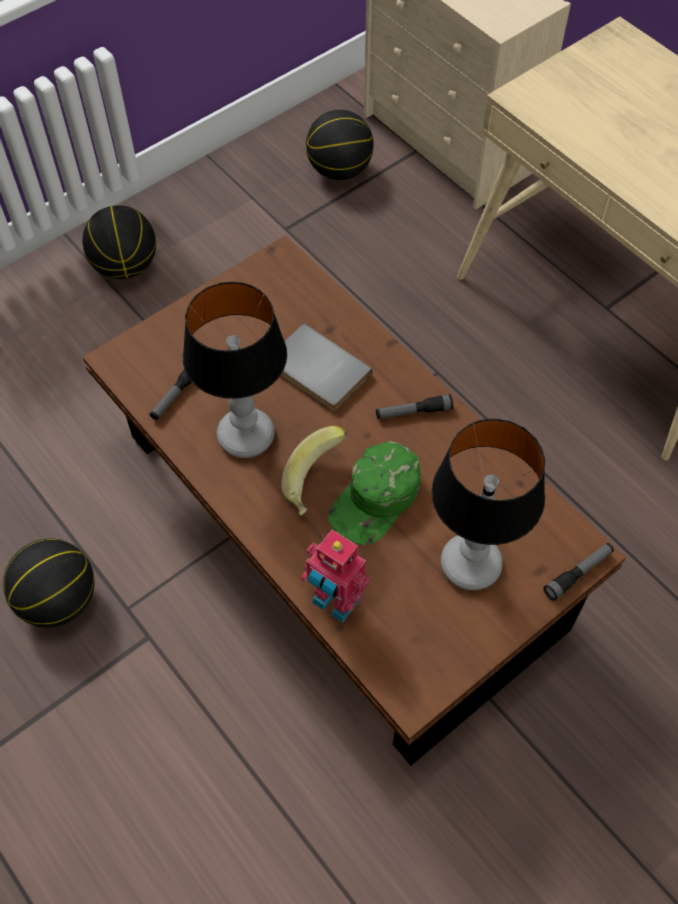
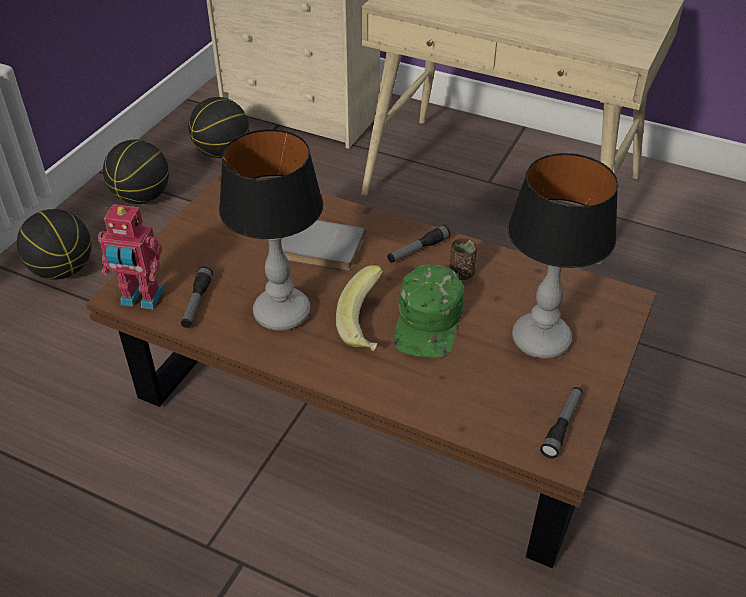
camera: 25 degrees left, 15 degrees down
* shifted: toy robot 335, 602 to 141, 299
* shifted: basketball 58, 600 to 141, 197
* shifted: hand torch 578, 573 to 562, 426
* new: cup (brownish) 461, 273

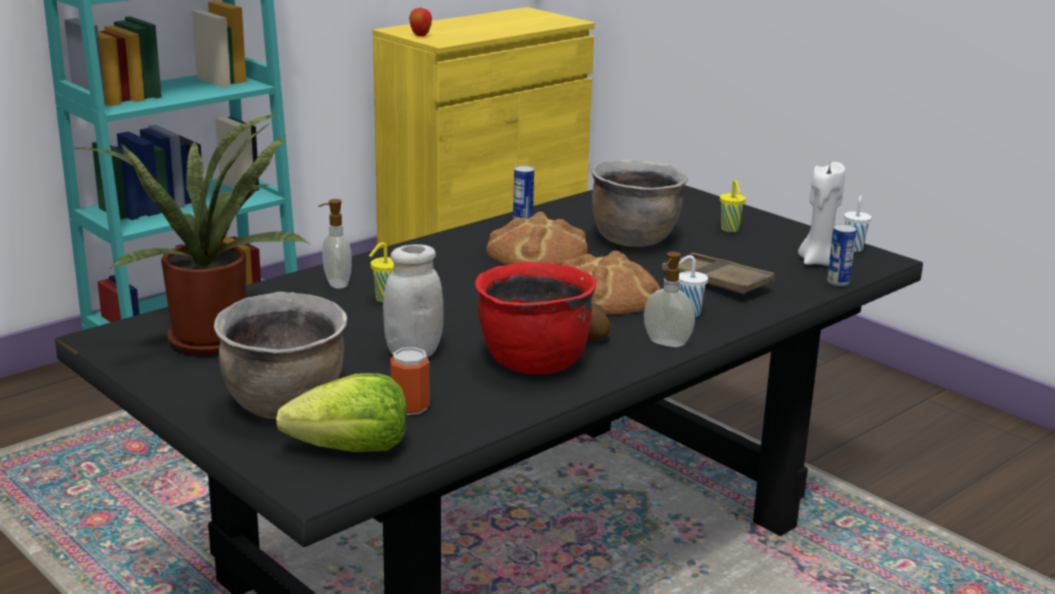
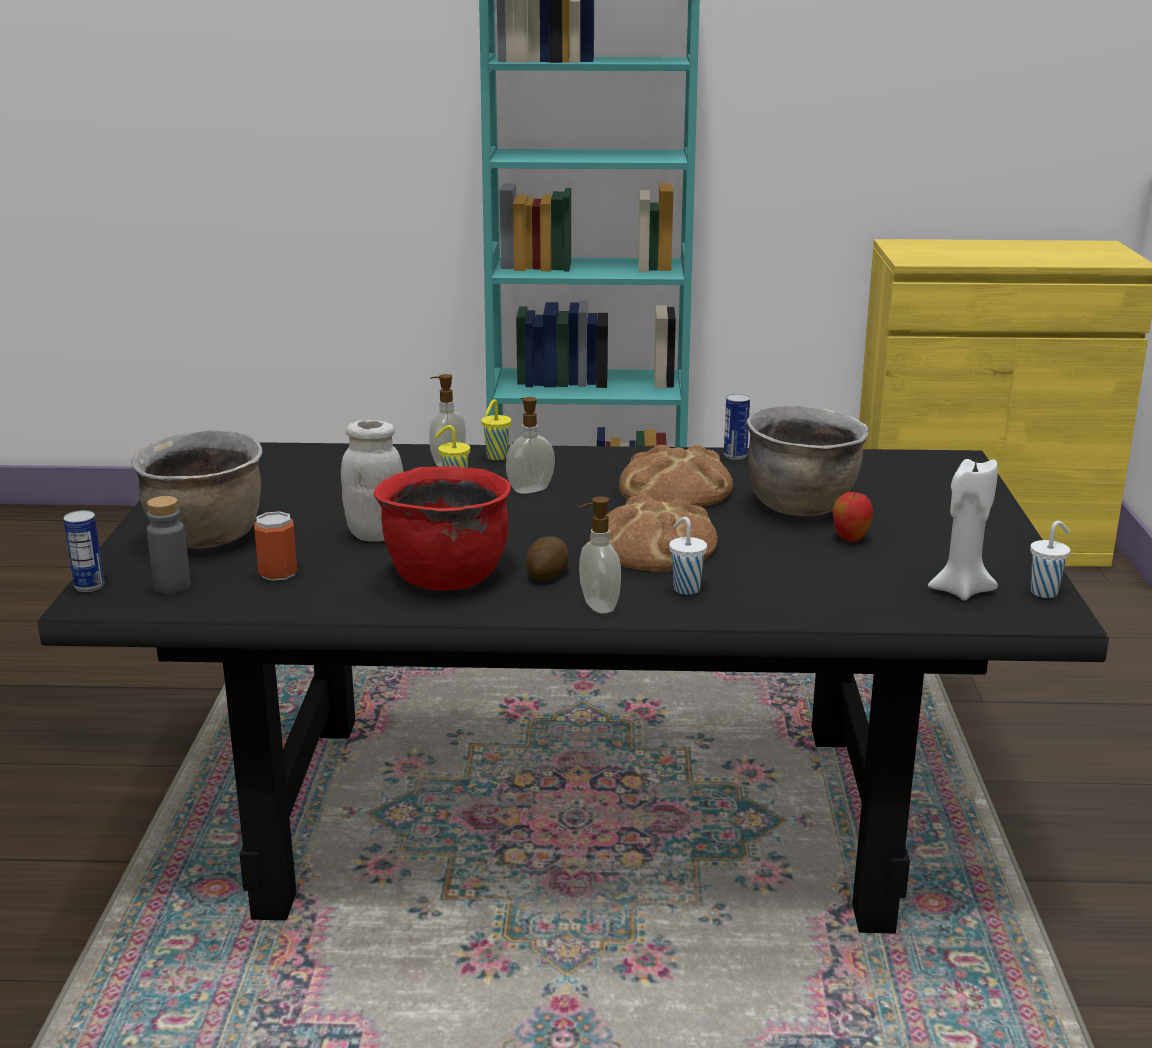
camera: 45 degrees right, 0 degrees up
* shifted: apple fruit 420, 36 to 850, 539
* gone: plant in a pot 211, 336
* shifted: cup (yellow) 730, 230 to 496, 457
* shifted: sealed can 838, 282 to 89, 586
* gone: carrying tray (brownish) 716, 281
* swapped: lettuce head 351, 449 to drink bottle (gray) 172, 586
* new: soap bottle 530, 489

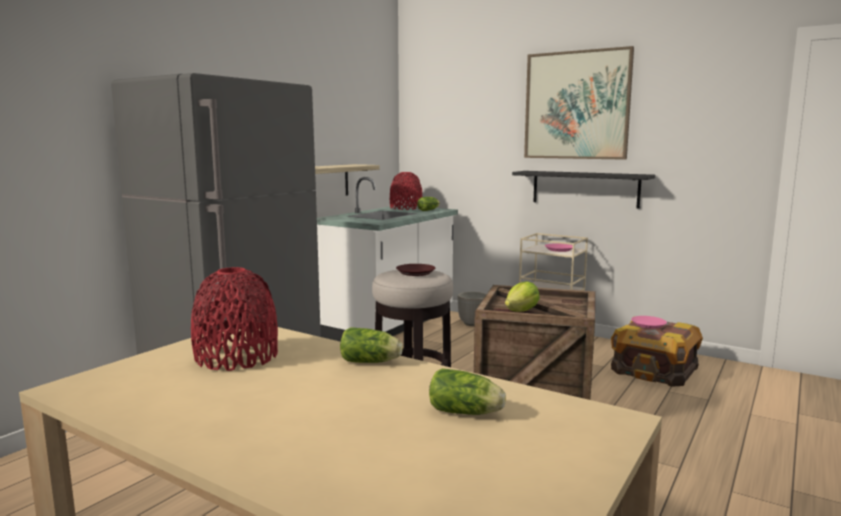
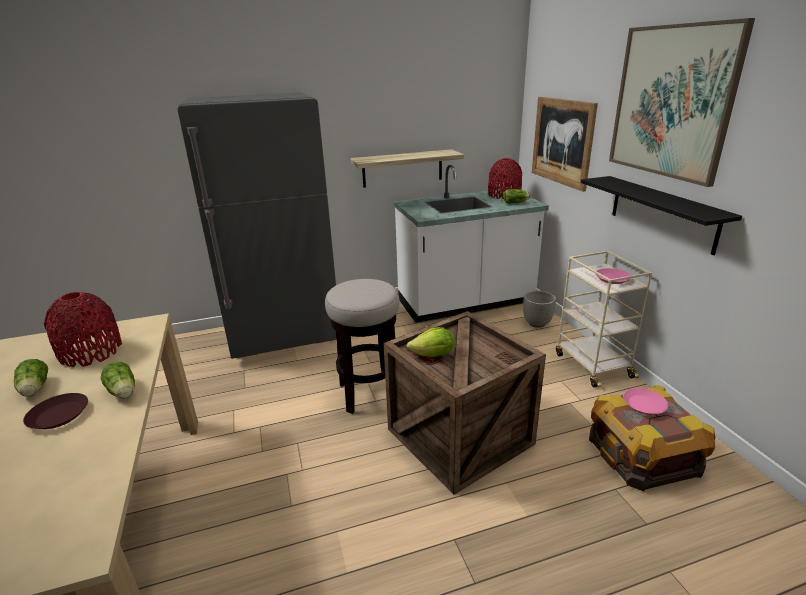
camera: 40 degrees right, 15 degrees up
* shifted: dinner plate (brownish) 416, 272 to 59, 415
* shifted: lettuce head 467, 413 to 34, 389
* new: wall art 562, 141

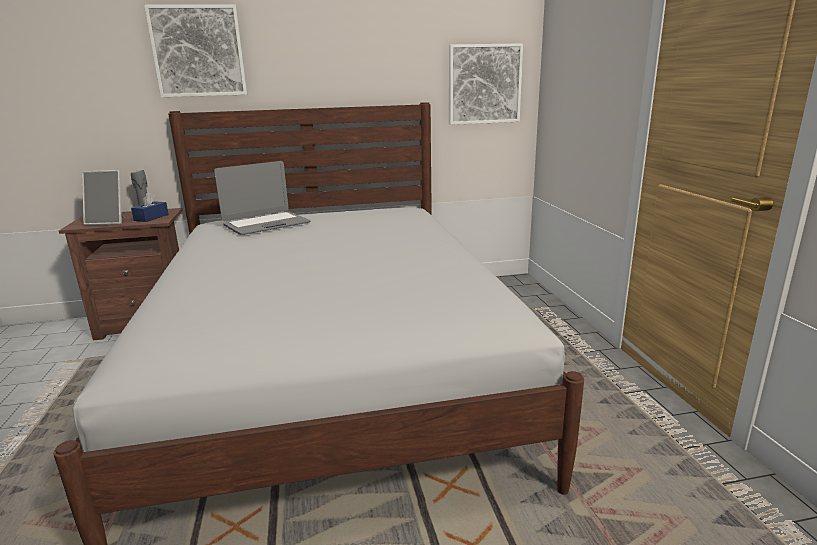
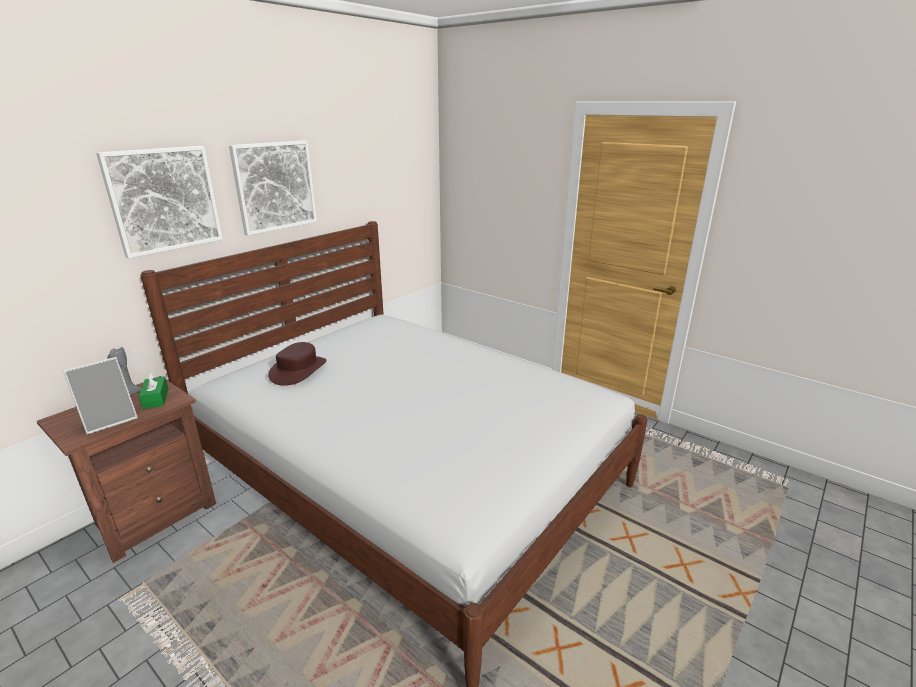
camera: 40 degrees left, 5 degrees up
* shifted: wall art 484, 84 to 274, 186
* swapped: laptop 266, 224 to wearable hat (brownish) 298, 370
* repainted: tissue holder (blue-coloured) 151, 217 to tissue holder (green-coloured) 156, 399

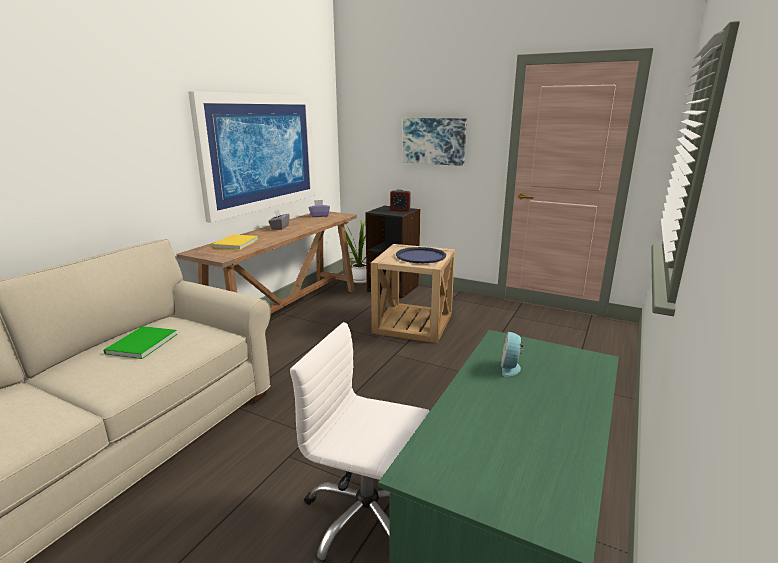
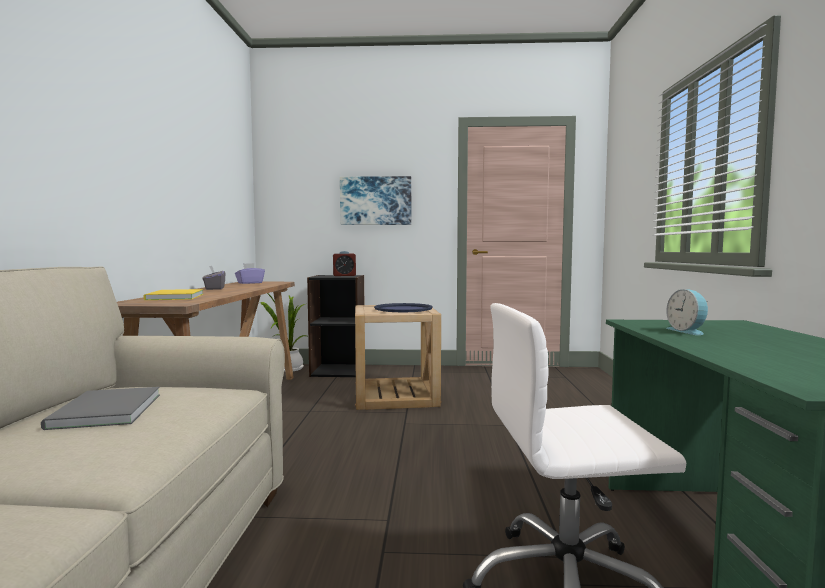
camera: 25 degrees left, 15 degrees down
* gone: wall art 260, 152
* repainted: volume (green-coloured) 139, 344 to volume (gray) 102, 412

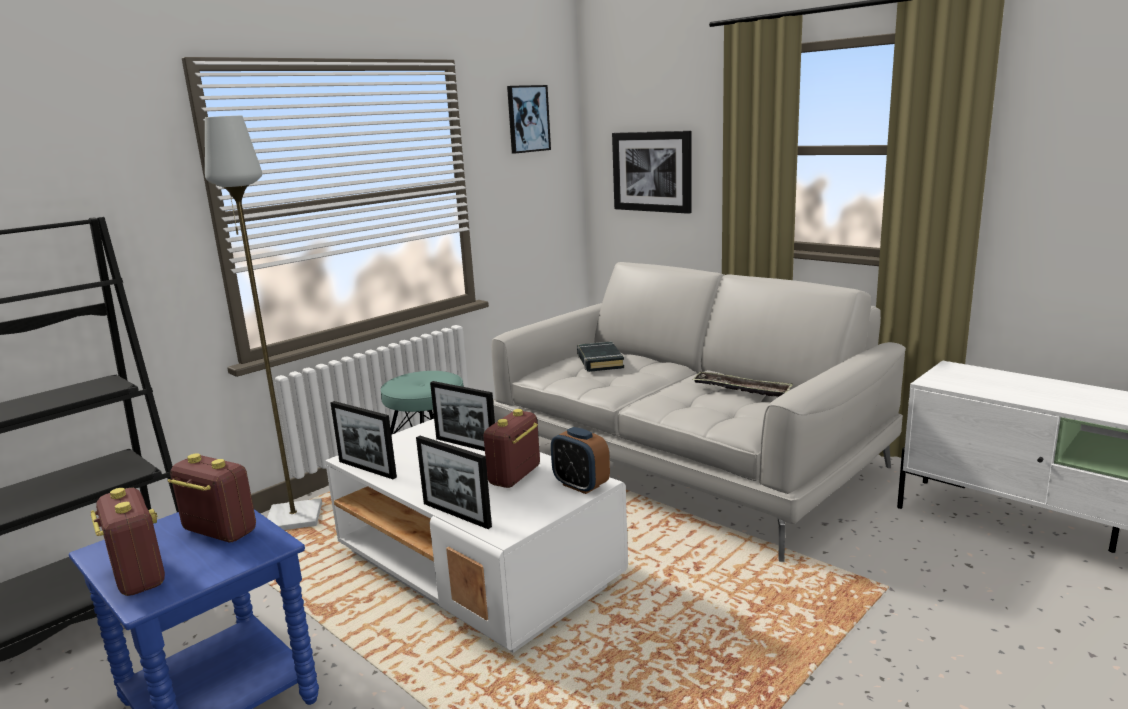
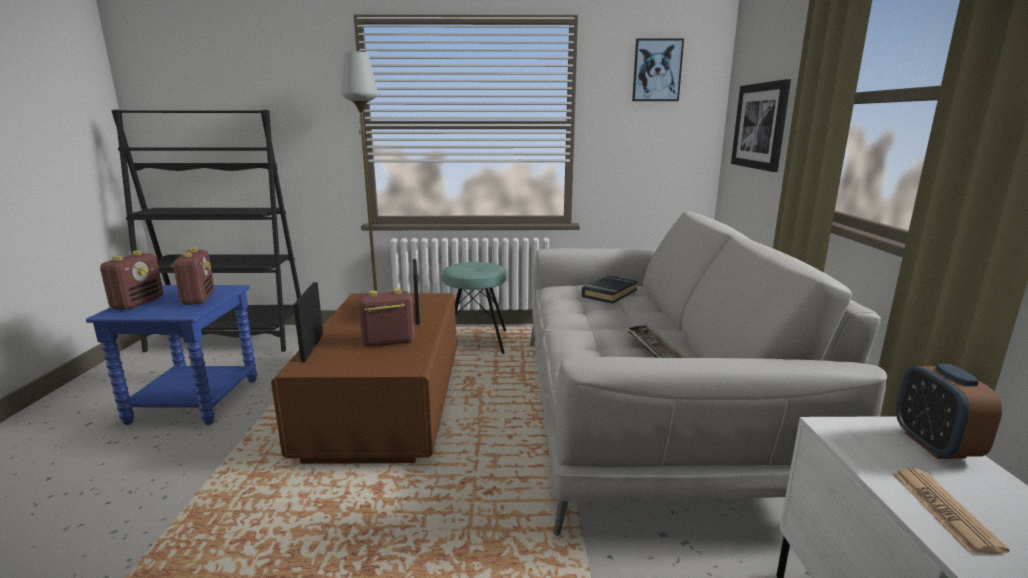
camera: 45 degrees right, 0 degrees up
* gone: picture frame 367, 469
* repainted: lounge table (whitish) 476, 568 to lounge table (brownish) 387, 406
* shifted: table clock 580, 485 to 934, 445
* new: daily paper 944, 510

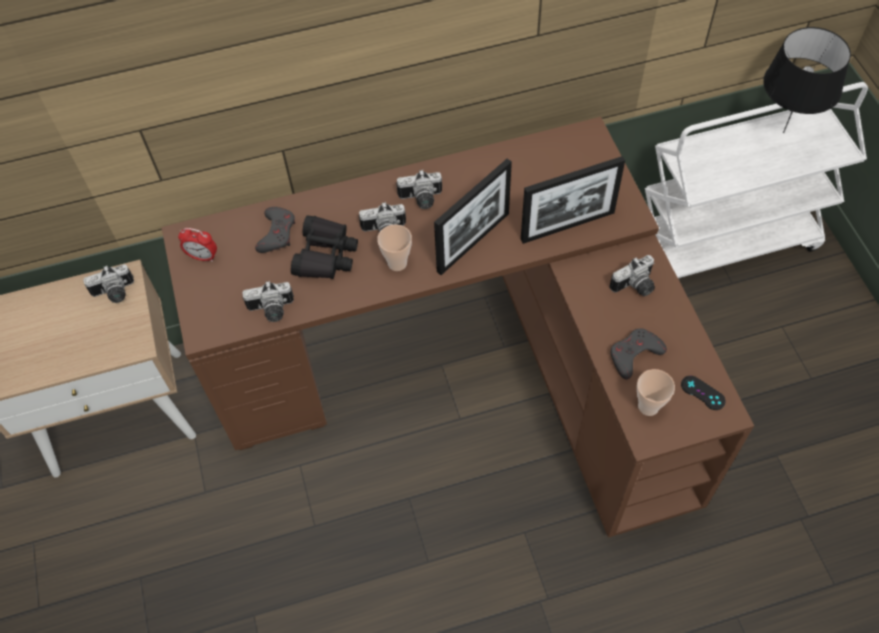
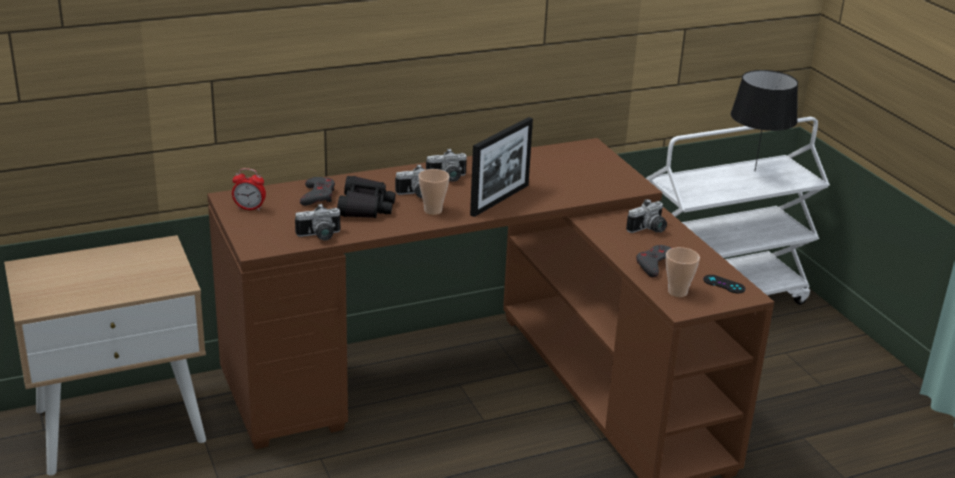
camera: 10 degrees left, 30 degrees down
* gone: picture frame 567, 226
* gone: still camera 114, 293

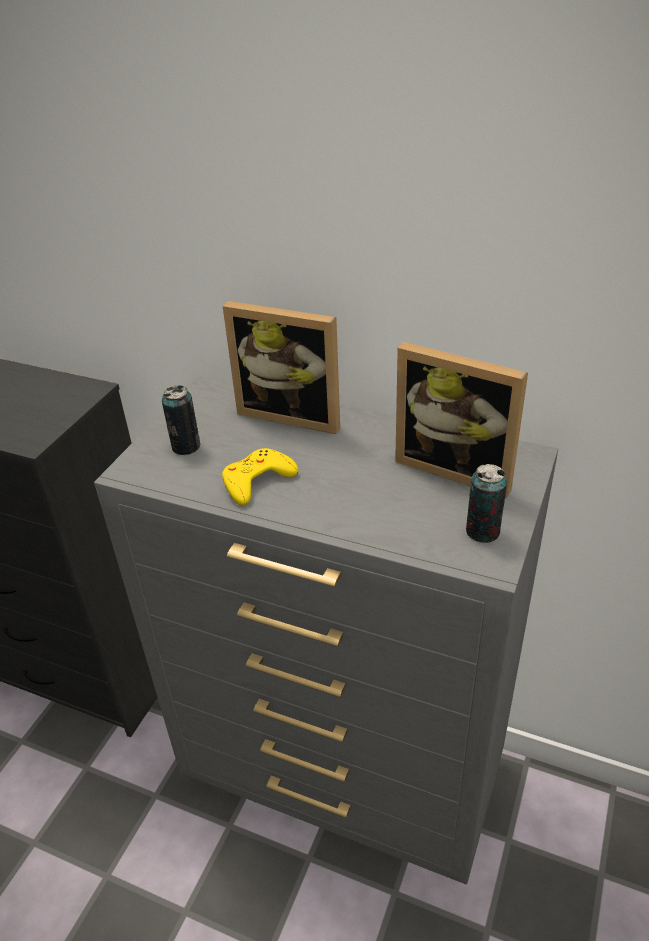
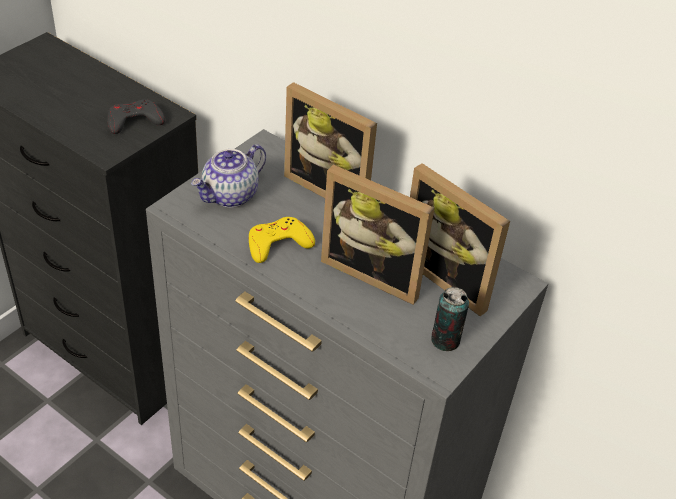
camera: 10 degrees right, 5 degrees up
* swapped: sealed can 186, 446 to tea pot 230, 196
* new: gamepad (gray) 134, 121
* new: picture frame 375, 272

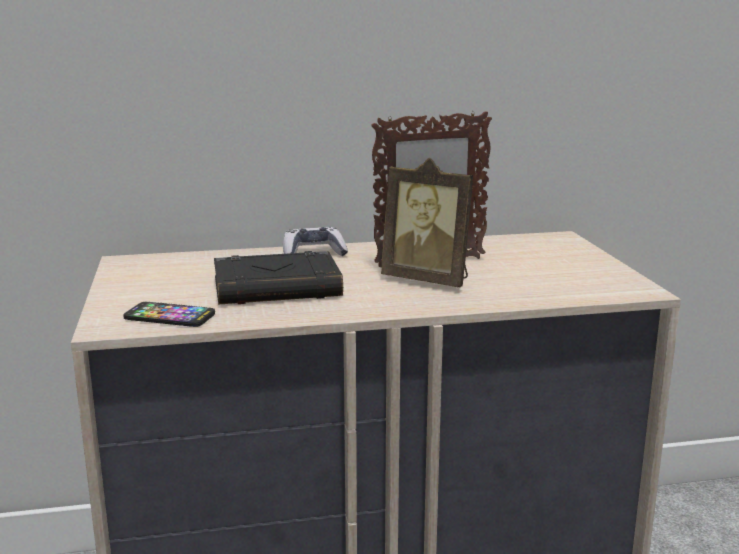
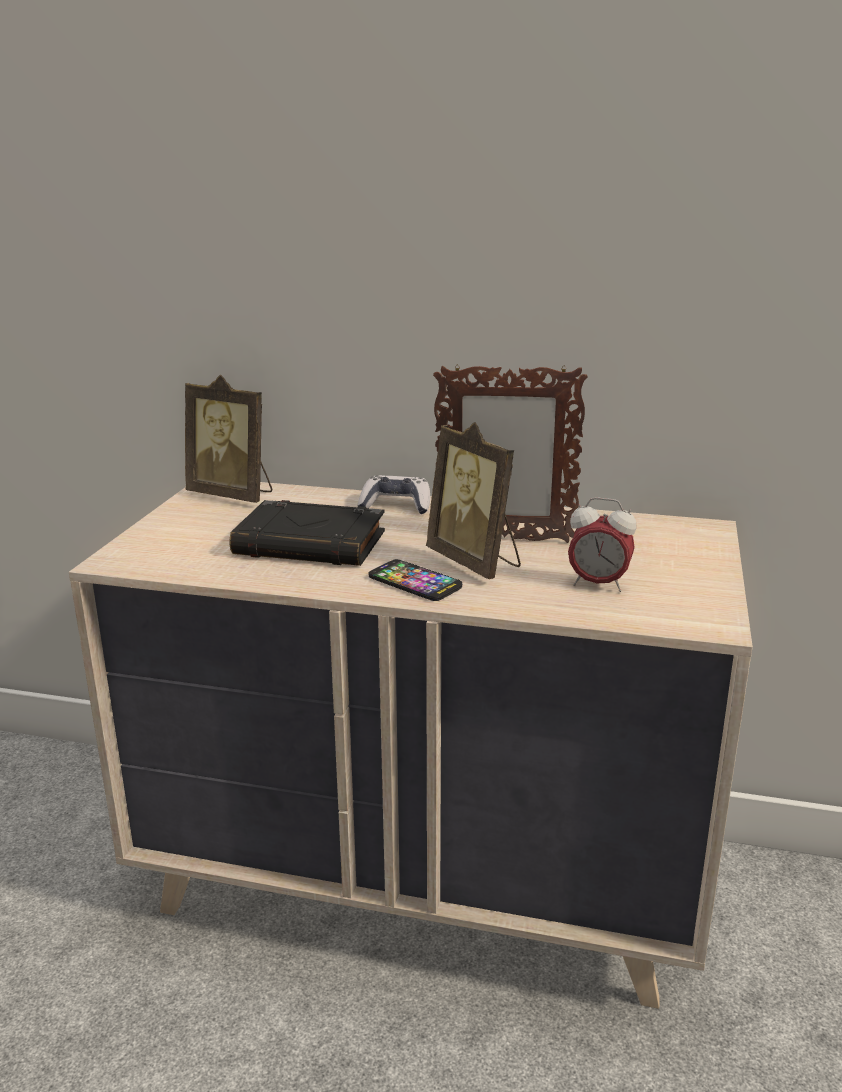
camera: 25 degrees right, 5 degrees up
* shifted: handset 169, 316 to 415, 582
* new: picture frame 233, 495
* new: table clock 598, 584

